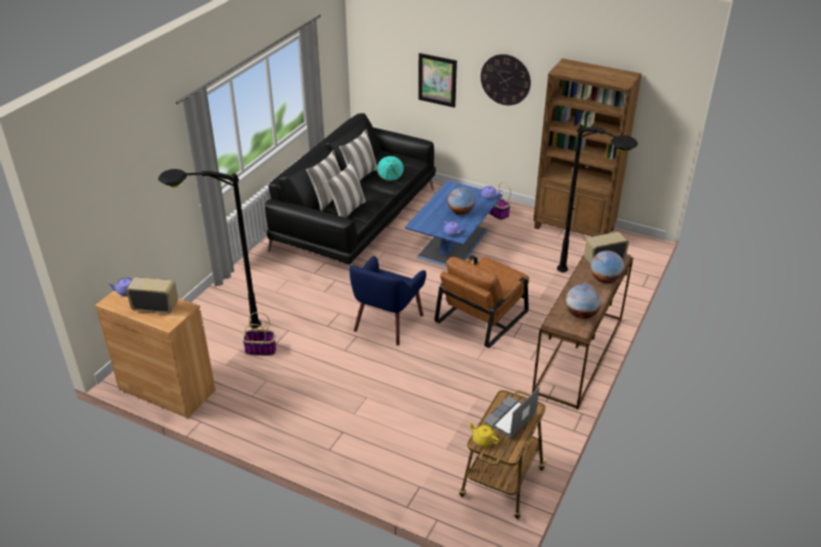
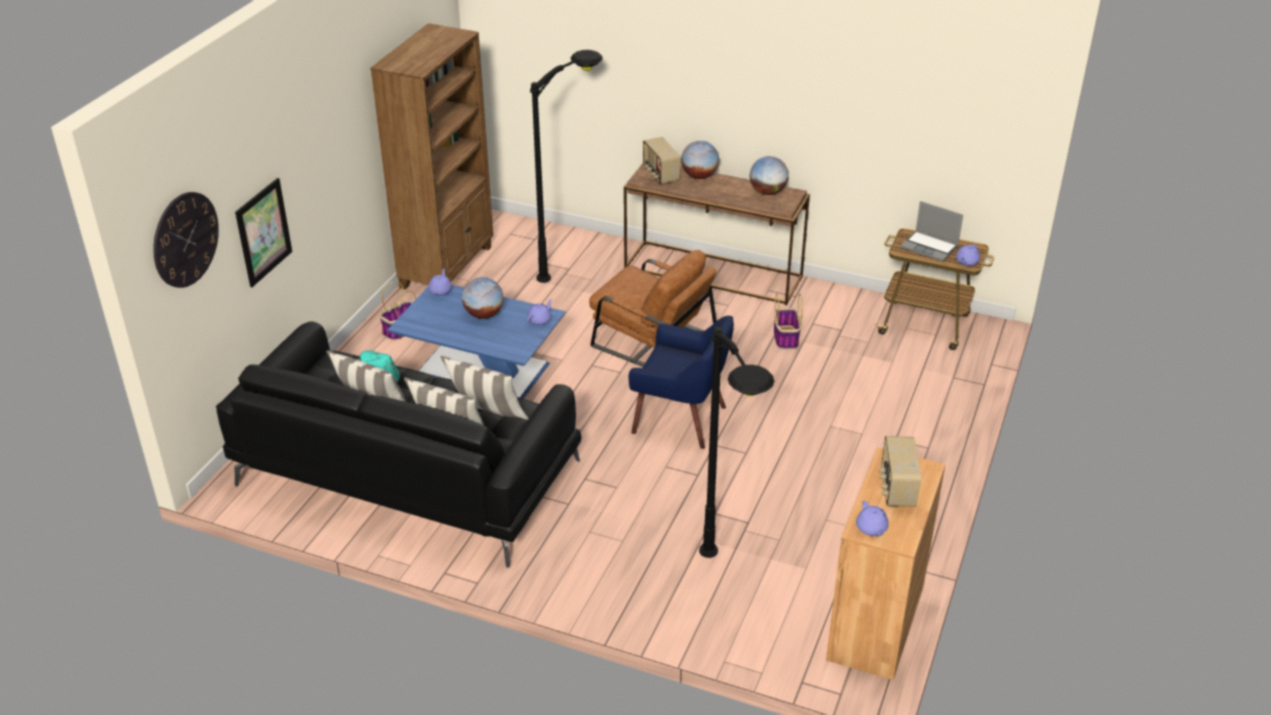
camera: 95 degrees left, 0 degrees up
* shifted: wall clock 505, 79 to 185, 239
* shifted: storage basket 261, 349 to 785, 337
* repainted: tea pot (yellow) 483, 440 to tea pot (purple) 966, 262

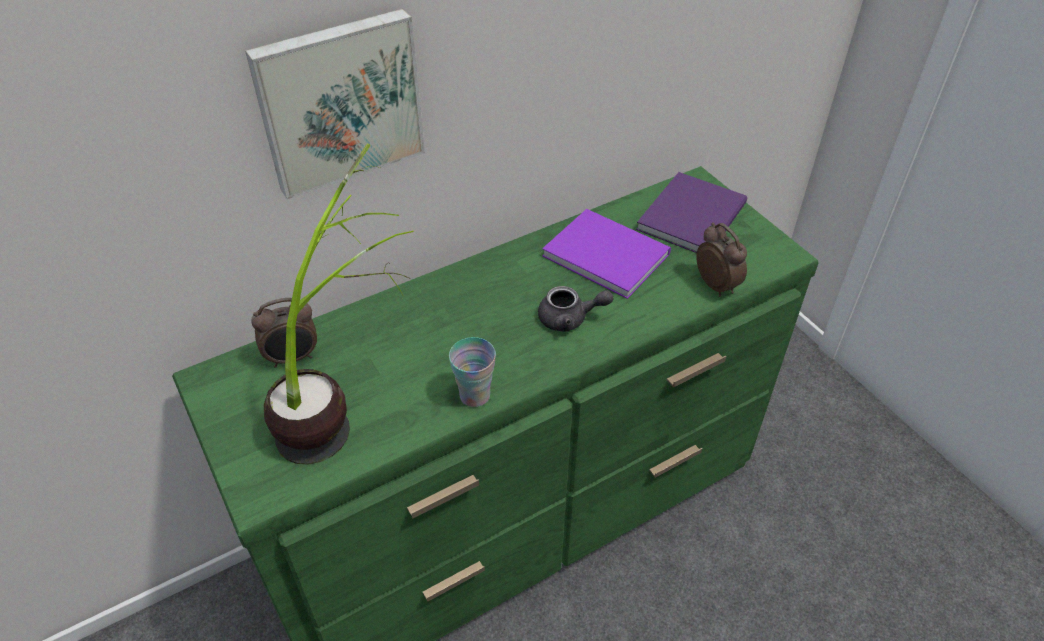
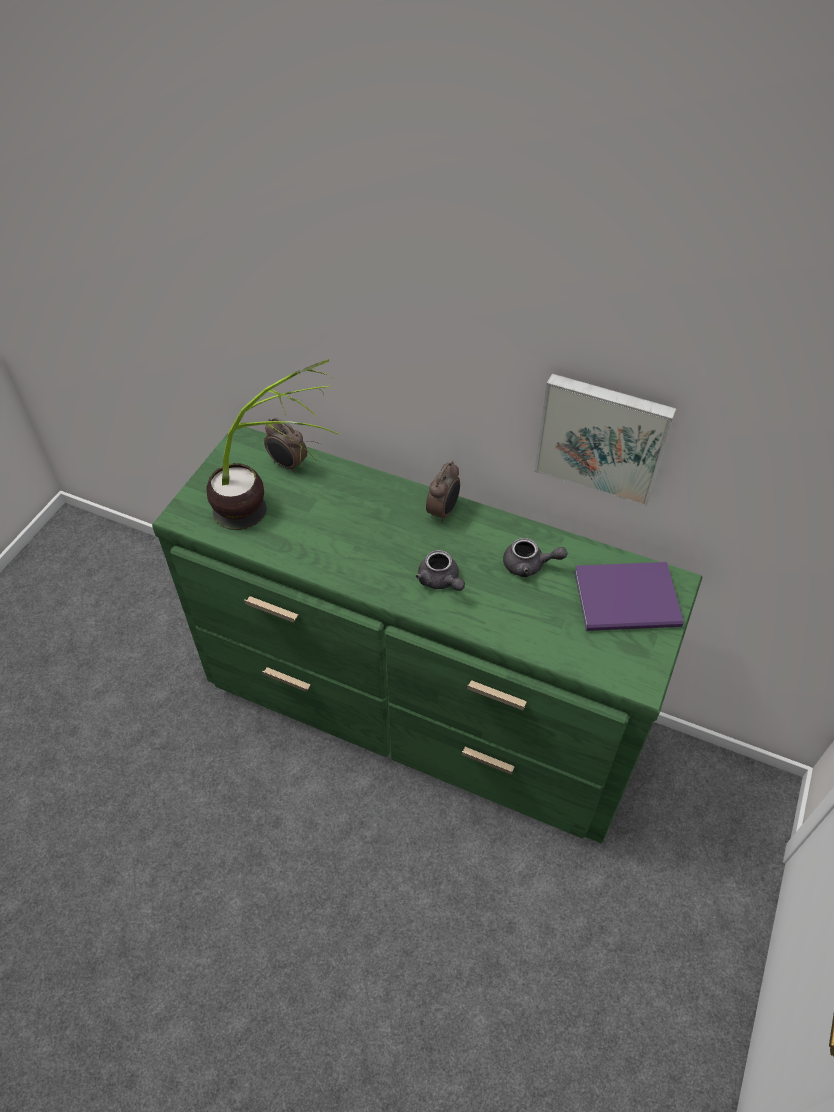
camera: 55 degrees right, 5 degrees up
* shifted: wall art 339, 102 to 603, 437
* swapped: volume (purple) 604, 252 to tea pot (gray) 529, 565
* shifted: table clock 717, 285 to 443, 511
* gone: cup 474, 395

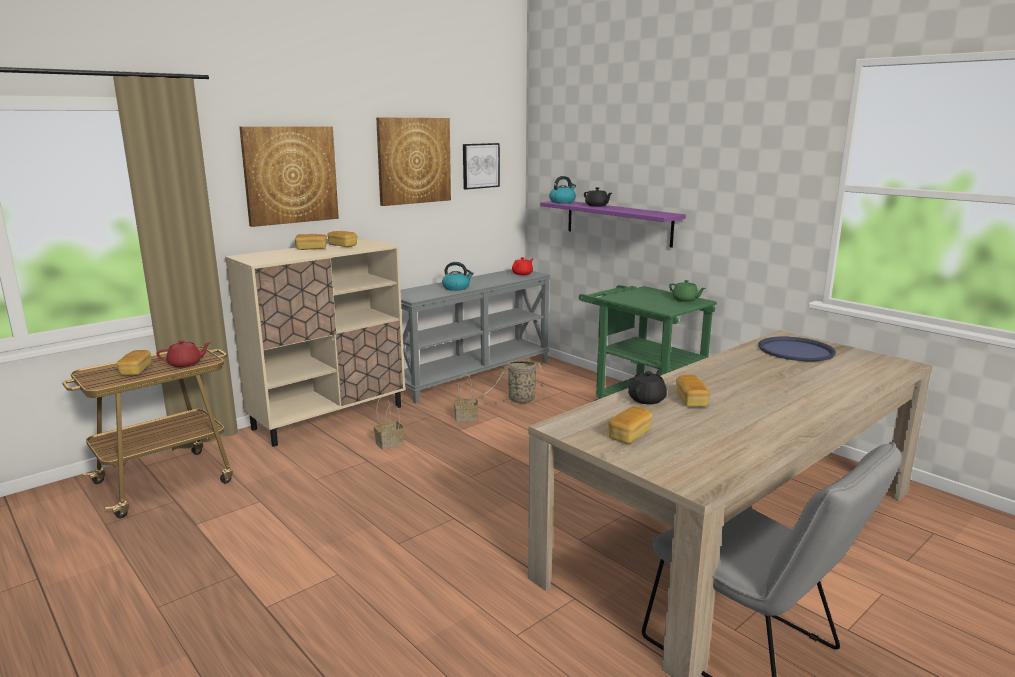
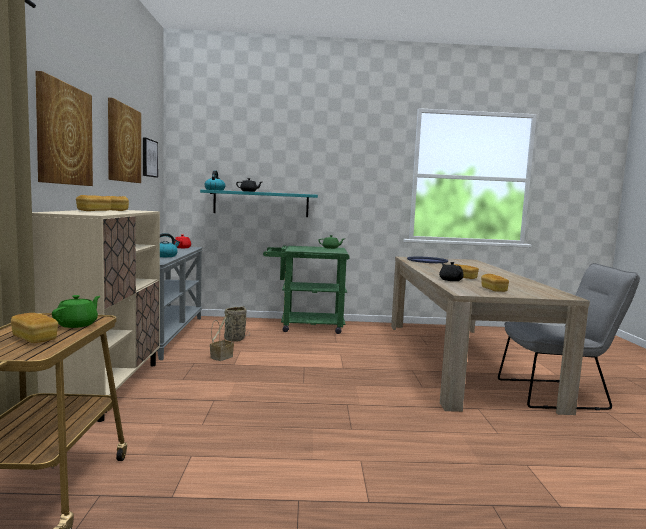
camera: 50 degrees left, 10 degrees down
* repainted: shelf (purple) 618, 222 to shelf (blue-green) 261, 203
* repainted: tea pot (reddish) 185, 364 to tea pot (green-coloured) 77, 324
* gone: storage basket 390, 443

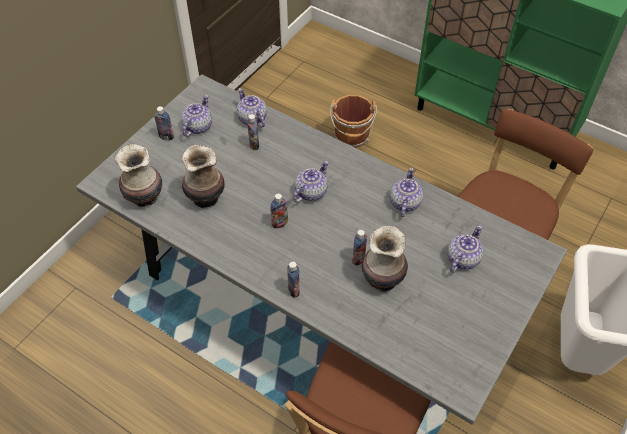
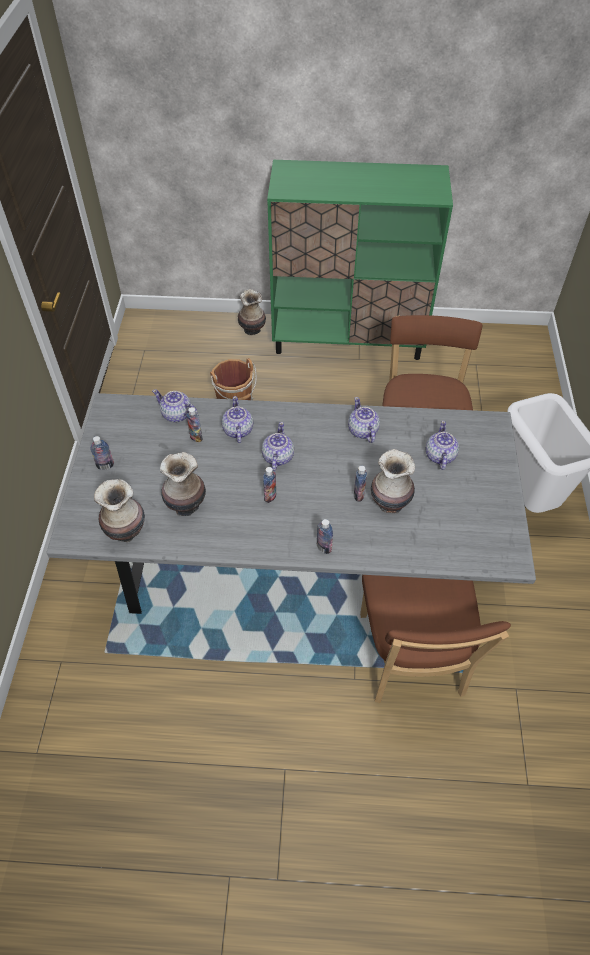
camera: 30 degrees left, 0 degrees up
* shifted: tea pot 197, 127 to 237, 430
* new: flower vase 252, 329

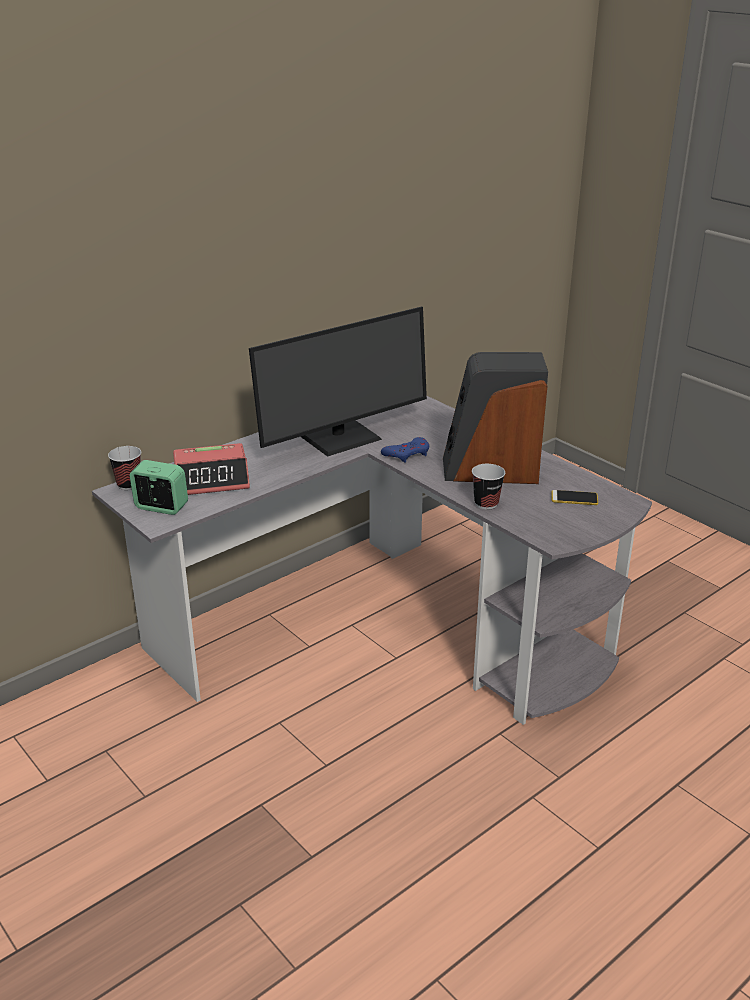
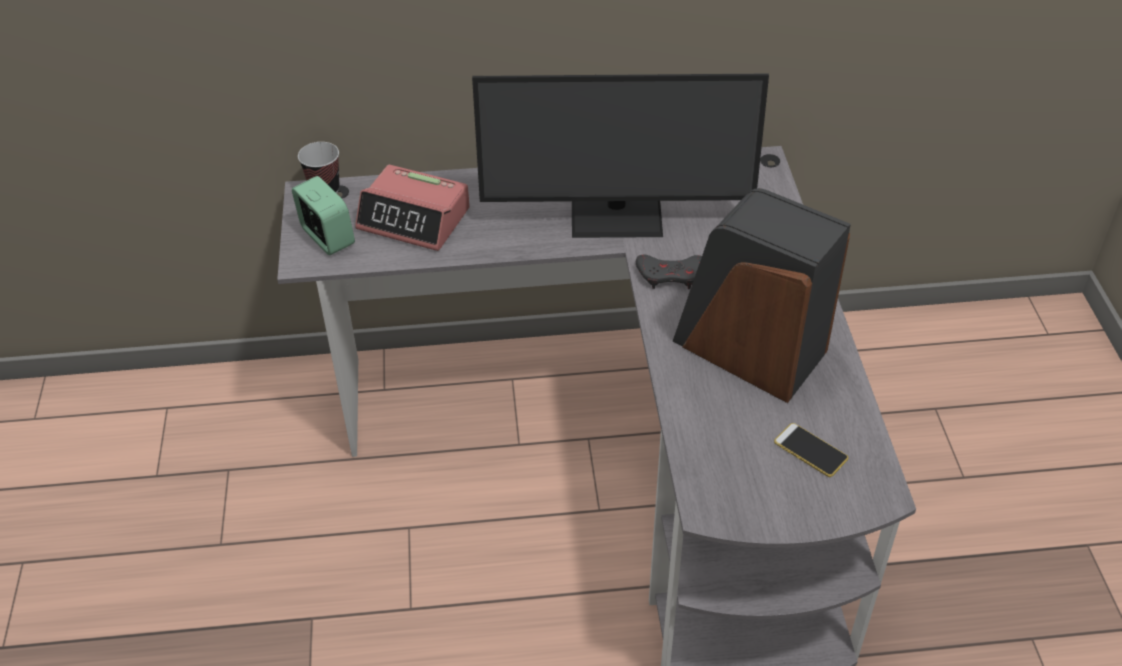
camera: 35 degrees right, 15 degrees up
* repainted: gamepad (blue-coloured) 407, 454 to gamepad (gray) 670, 275
* gone: cup 486, 503

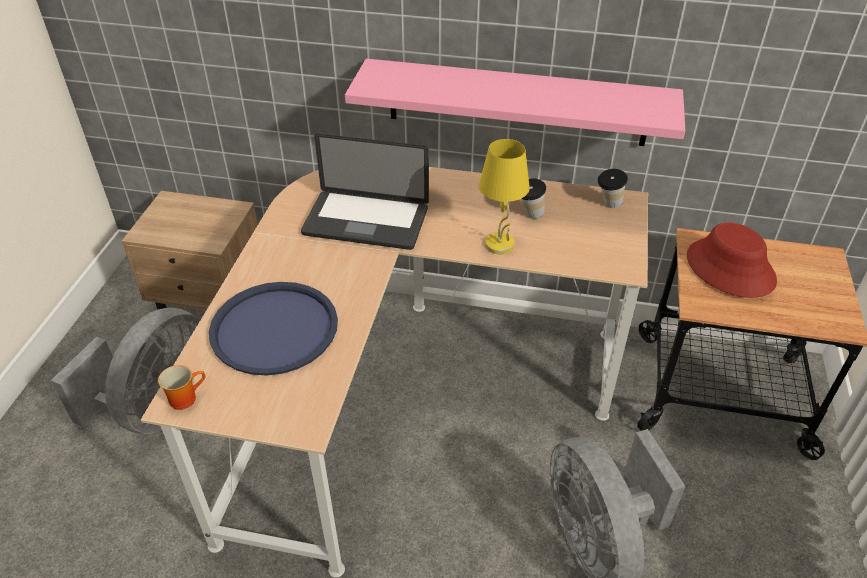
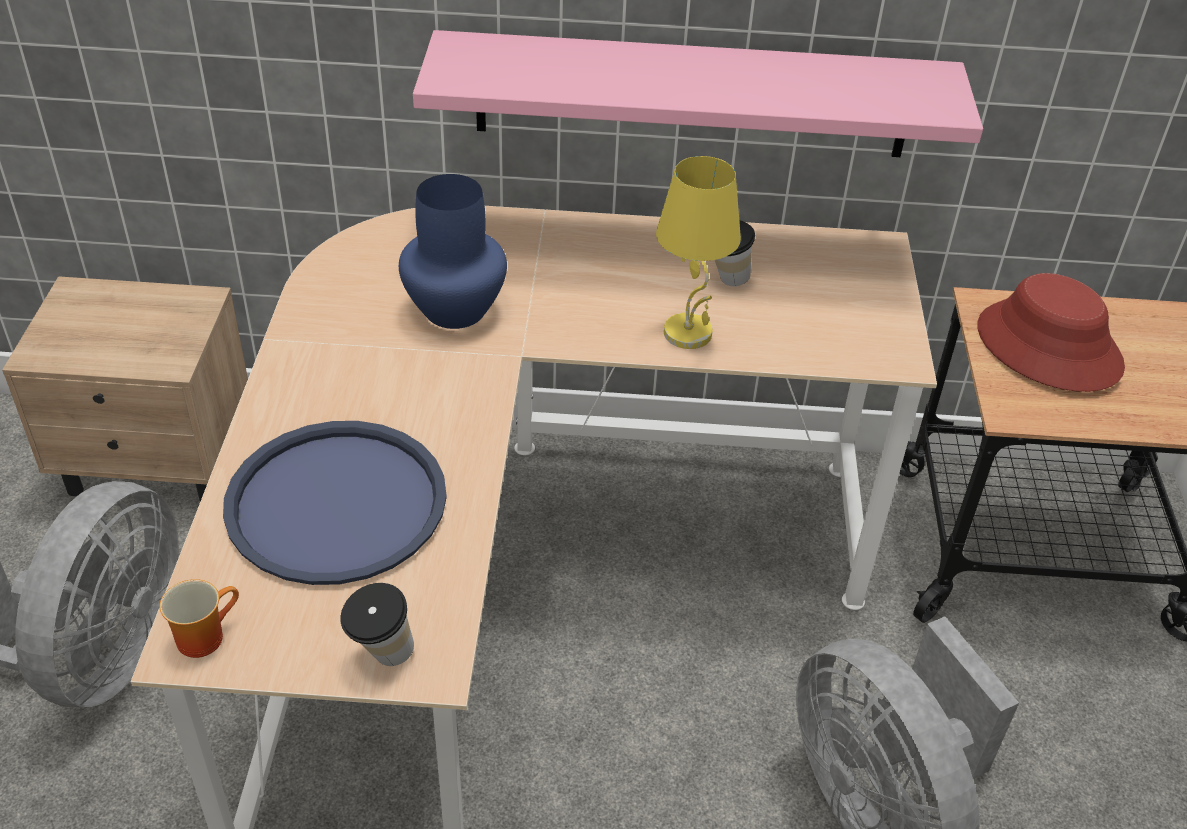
camera: 10 degrees left, 0 degrees up
* swapped: laptop 366, 221 to flower vase (blue-coloured) 456, 308
* shifted: cup 608, 205 to 381, 657

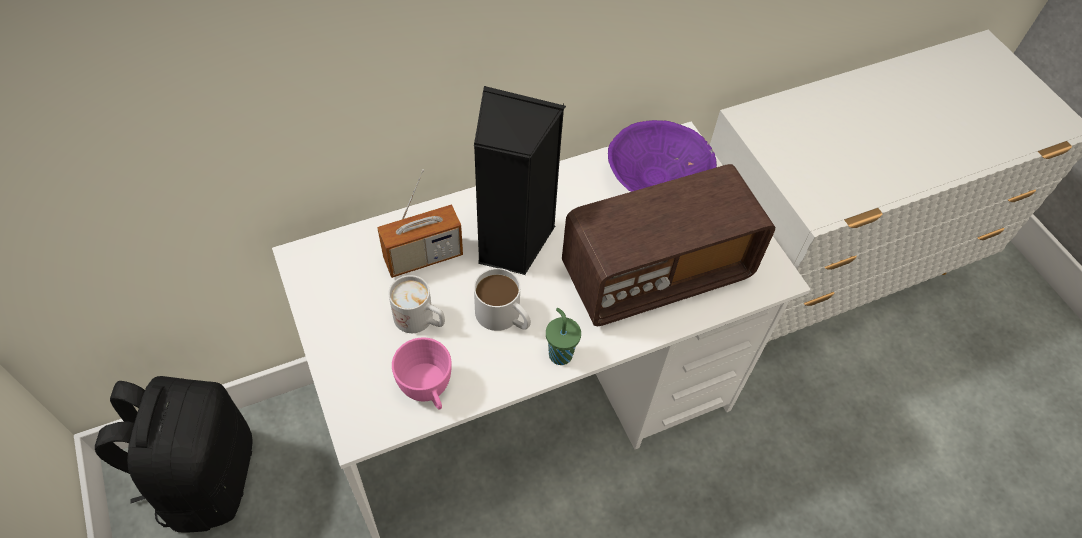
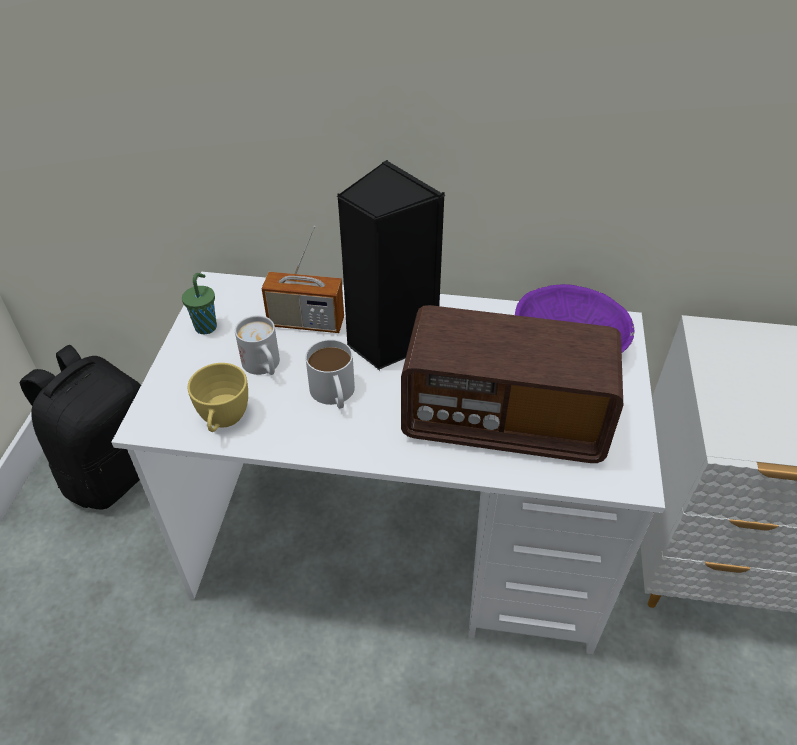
camera: 35 degrees right, 10 degrees down
* shifted: cup (green-coloured) 560, 353 to 206, 326
* repainted: cup (pink) 428, 391 to cup (yellow) 223, 421

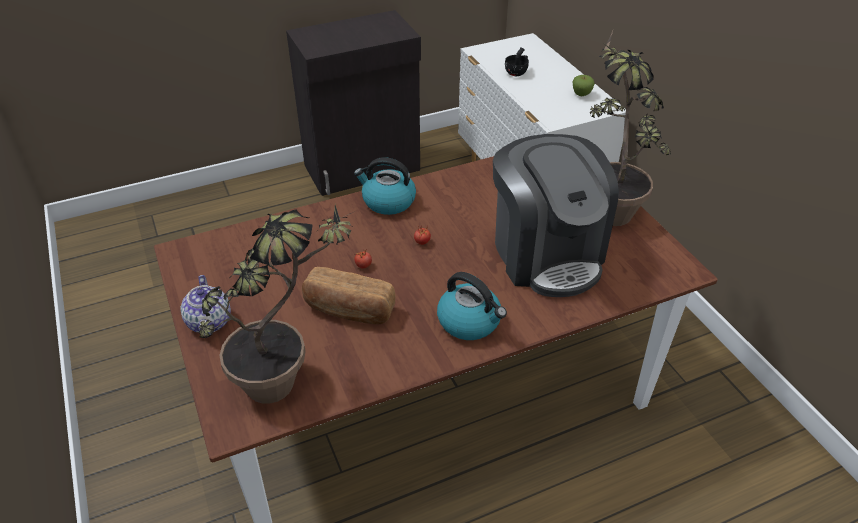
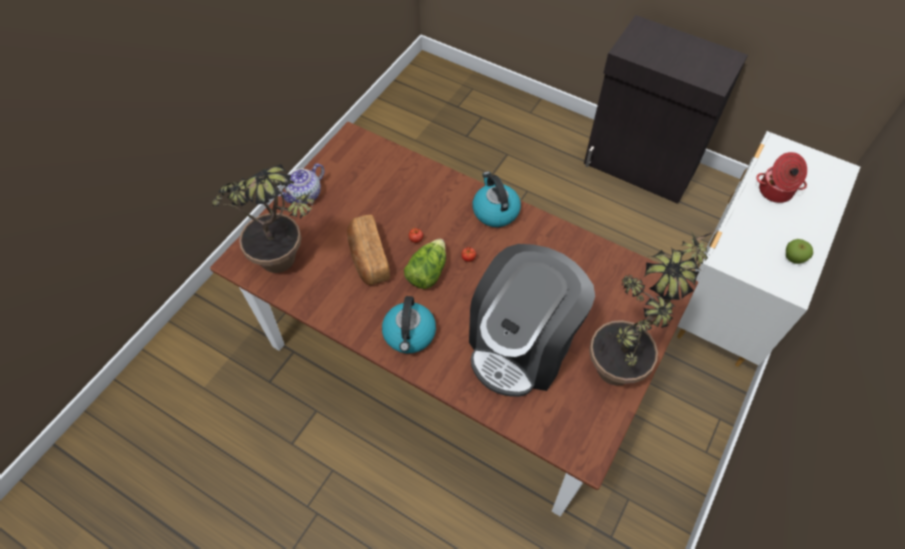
camera: 55 degrees right, 15 degrees up
* swapped: cup (black) 517, 72 to stockpot 775, 192
* new: lettuce head 427, 272

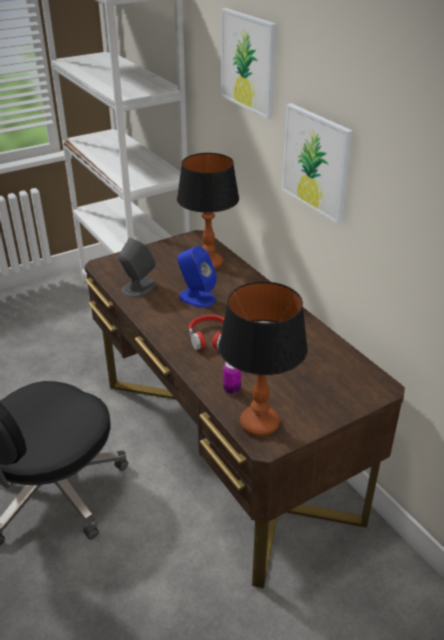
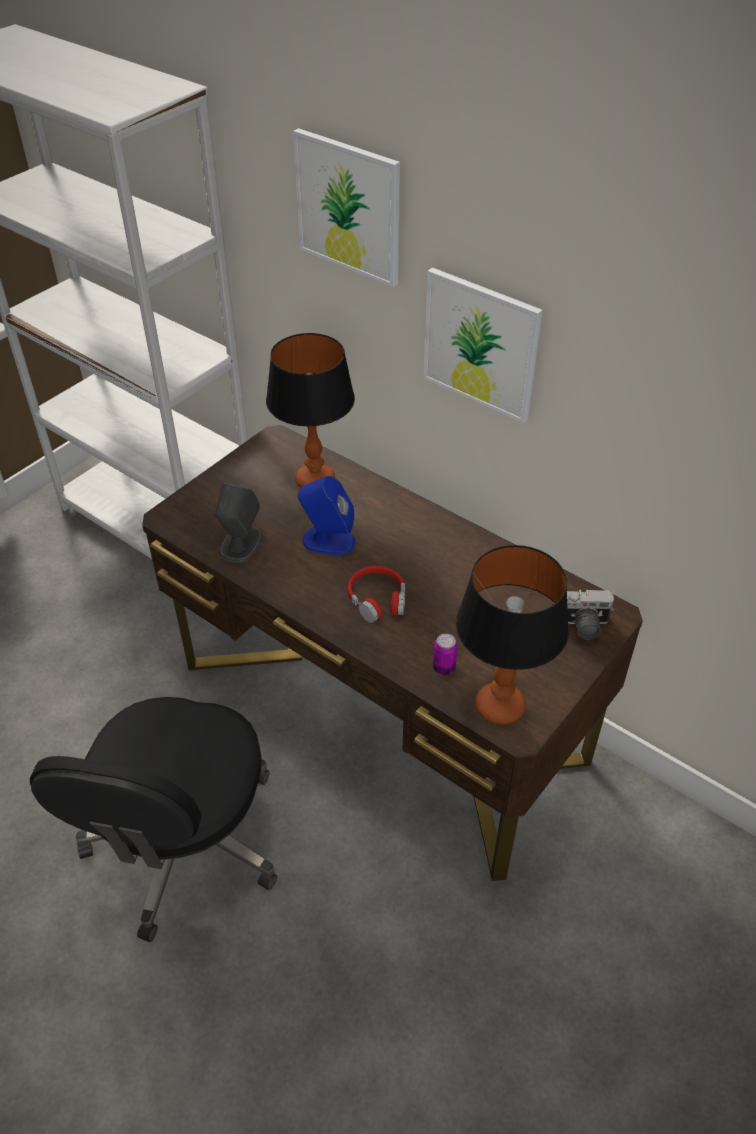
camera: 20 degrees left, 10 degrees up
* new: still camera 580, 626

